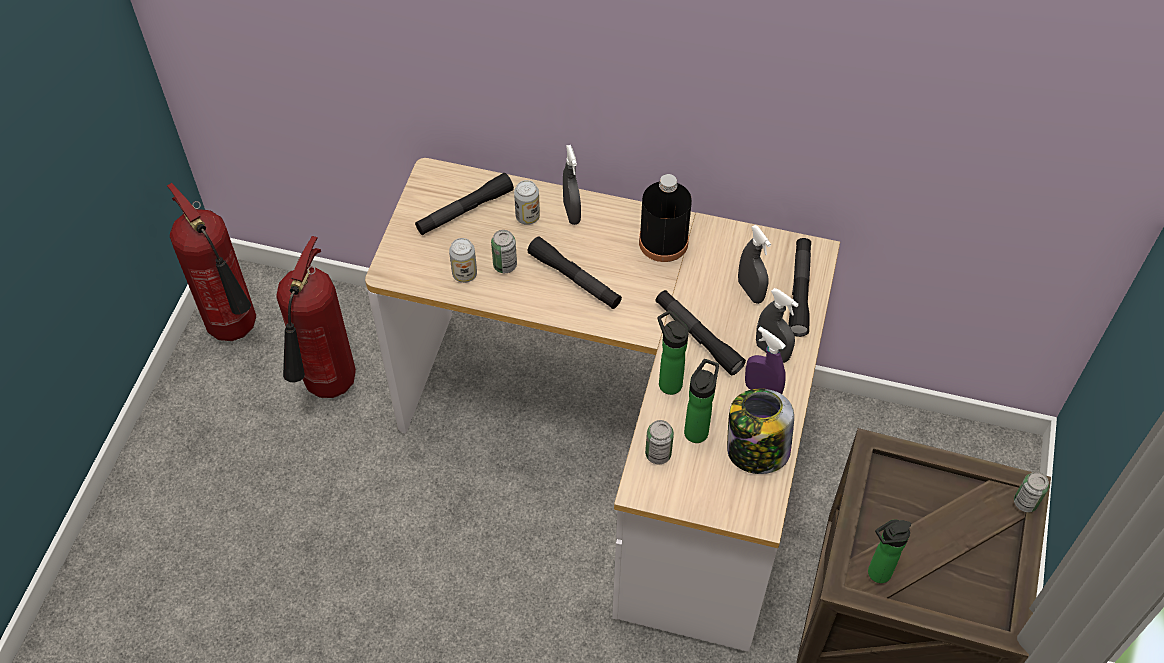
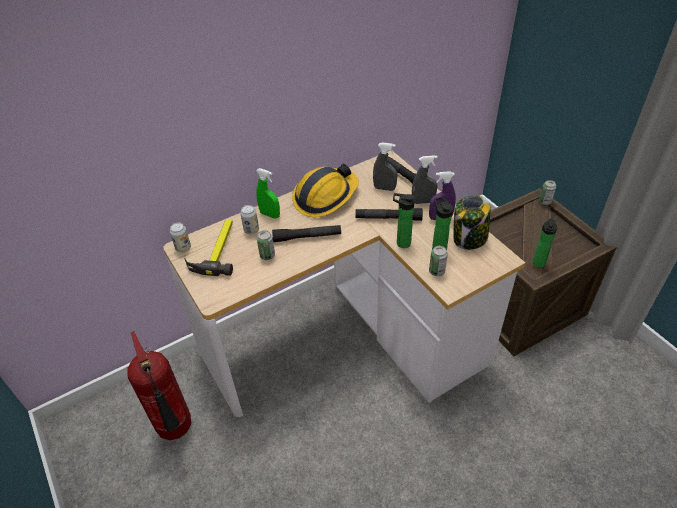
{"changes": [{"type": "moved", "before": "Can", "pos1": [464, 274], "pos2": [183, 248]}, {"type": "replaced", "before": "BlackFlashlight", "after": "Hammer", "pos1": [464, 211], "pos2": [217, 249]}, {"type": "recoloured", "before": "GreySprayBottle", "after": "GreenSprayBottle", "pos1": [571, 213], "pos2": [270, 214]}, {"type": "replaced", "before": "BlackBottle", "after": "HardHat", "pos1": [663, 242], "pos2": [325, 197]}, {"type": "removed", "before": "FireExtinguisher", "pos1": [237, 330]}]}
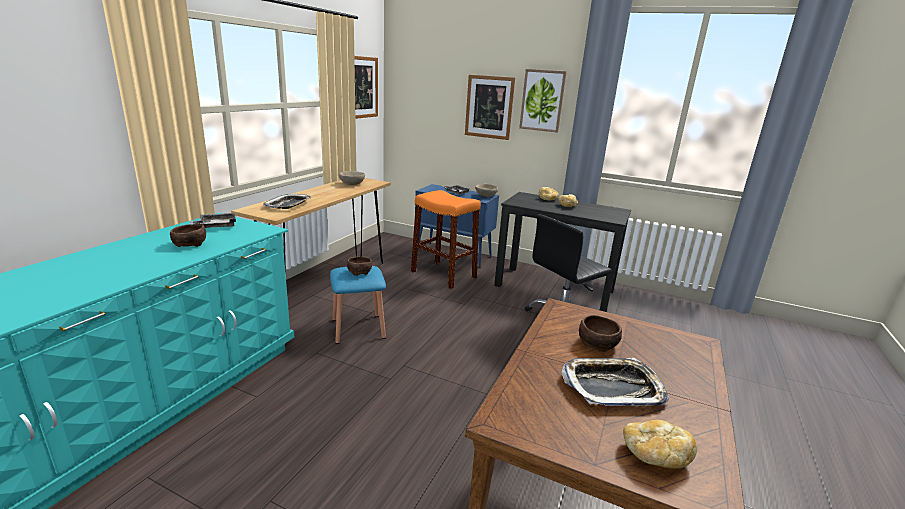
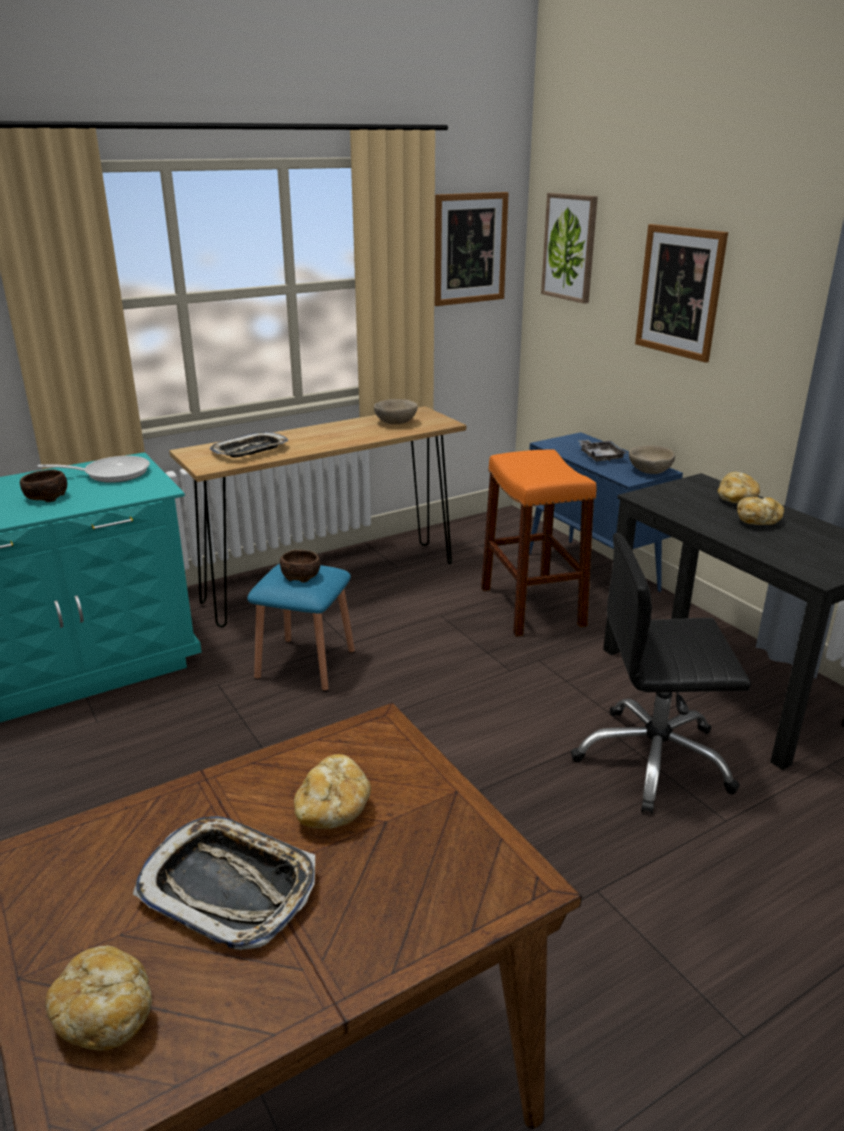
{"changes": [{"type": "replaced", "before": "GreyTray", "after": "FryingPan", "pos1": [216, 226], "pos2": [111, 473]}, {"type": "replaced", "before": "BrownBowl", "after": "Bread", "pos1": [598, 344], "pos2": [333, 810]}, {"type": "moved", "before": "Picture", "pos1": [542, 100], "pos2": [570, 247]}]}
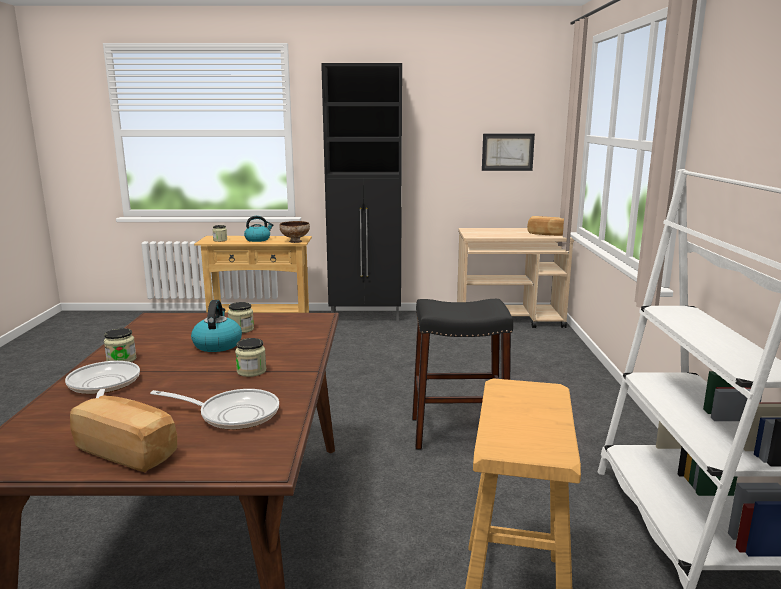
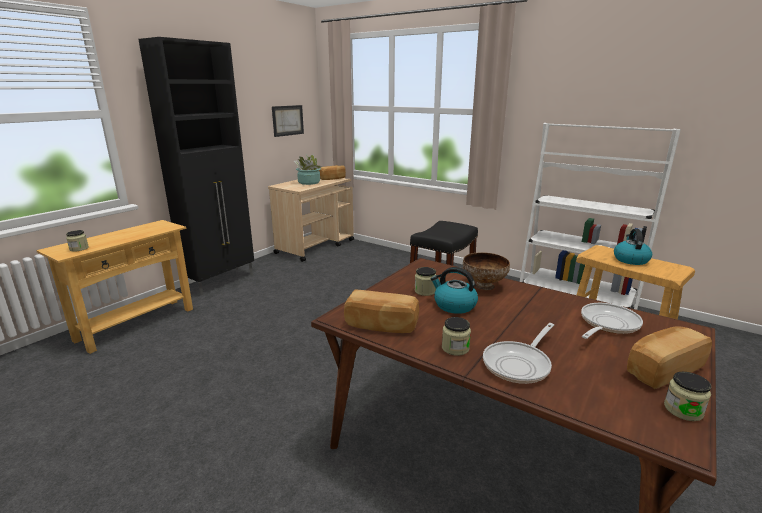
{"changes": [{"type": "added", "after": "PottedPlant", "pos2": [309, 182]}, {"type": "added", "after": "Bread", "pos2": [381, 326]}, {"type": "moved", "before": "Bowl", "pos1": [295, 241], "pos2": [483, 285]}, {"type": "turned", "before": "FryingPan", "pos1": [103, 386], "pos2": [519, 364], "turn": -60}, {"type": "moved", "before": "Kettle", "pos1": [258, 239], "pos2": [630, 259]}, {"type": "moved", "before": "Jar", "pos1": [251, 371], "pos2": [683, 410]}]}
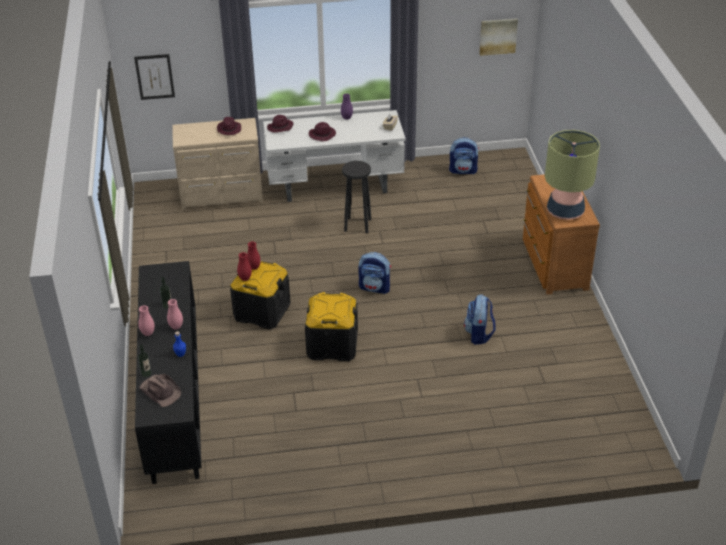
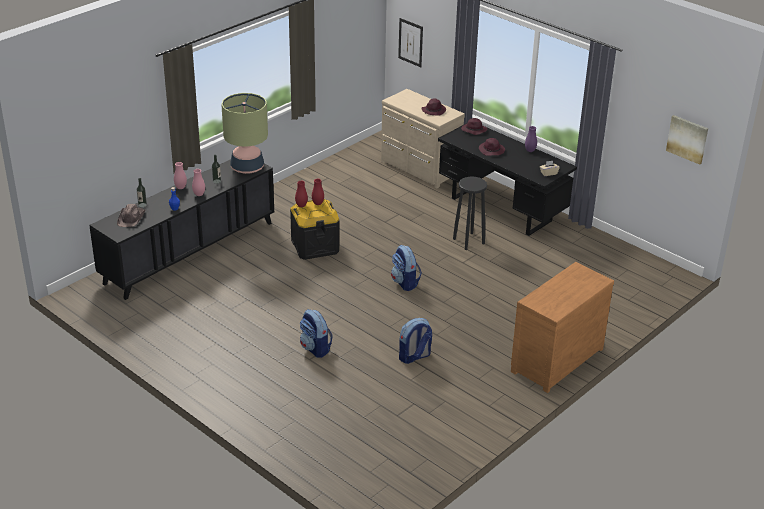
{"changes": [{"type": "moved", "before": "TableLamp", "pos1": [565, 211], "pos2": [247, 168]}, {"type": "moved", "before": "Backpack", "pos1": [463, 170], "pos2": [315, 348]}, {"type": "recoloured", "before": "WhiteDesk", "after": "BlackDesk", "pos1": [335, 186], "pos2": [502, 209]}, {"type": "removed", "before": "BlackStorageBox", "pos1": [332, 345]}]}
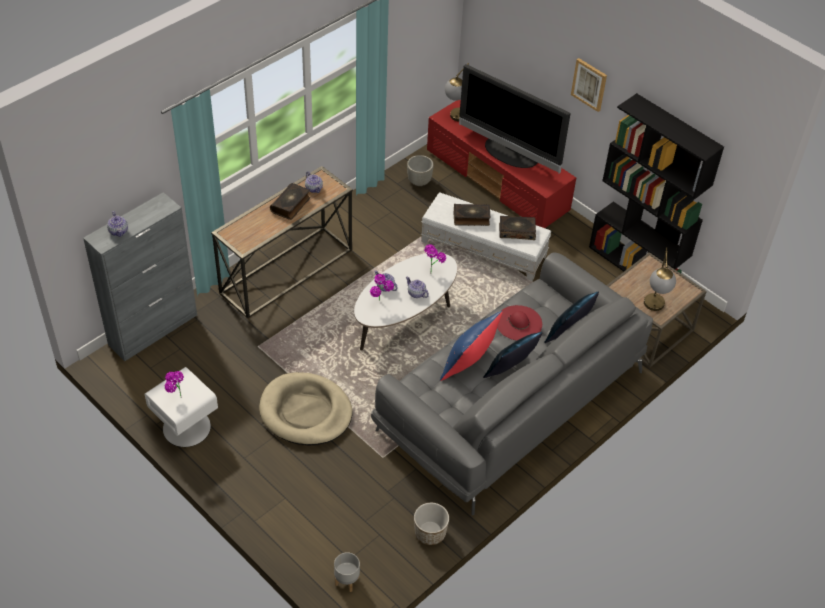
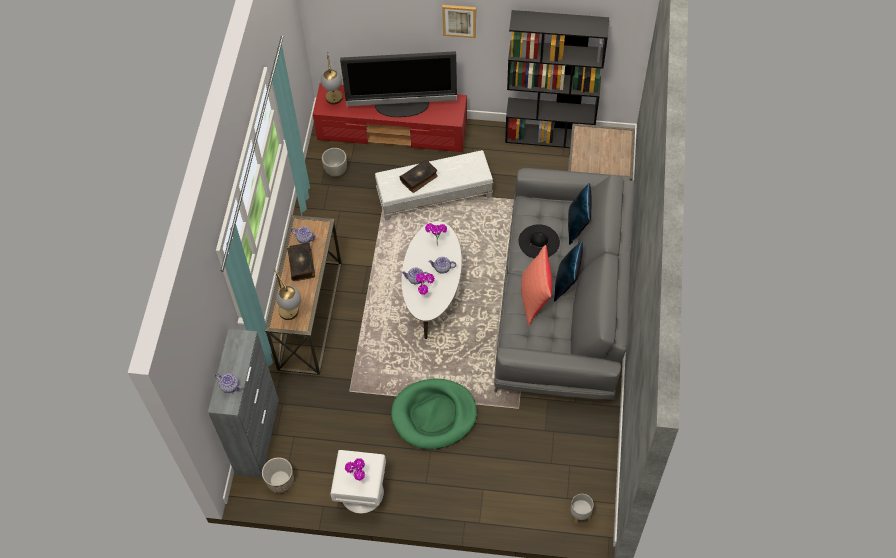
{"changes": [{"type": "moved", "before": "Planter", "pos1": [430, 533], "pos2": [280, 481]}, {"type": "moved", "before": "TableLamp", "pos1": [654, 309], "pos2": [292, 317]}, {"type": "recoloured", "before": "BeigeDogBed", "after": "GreenDogBed", "pos1": [305, 412], "pos2": [434, 415]}, {"type": "recoloured", "before": "RedHat", "after": "BlackHat", "pos1": [519, 323], "pos2": [539, 241]}, {"type": "recoloured", "before": "BluePillow", "after": "RedPillow", "pos1": [469, 364], "pos2": [535, 298]}, {"type": "removed", "before": "Book", "pos1": [517, 231]}]}
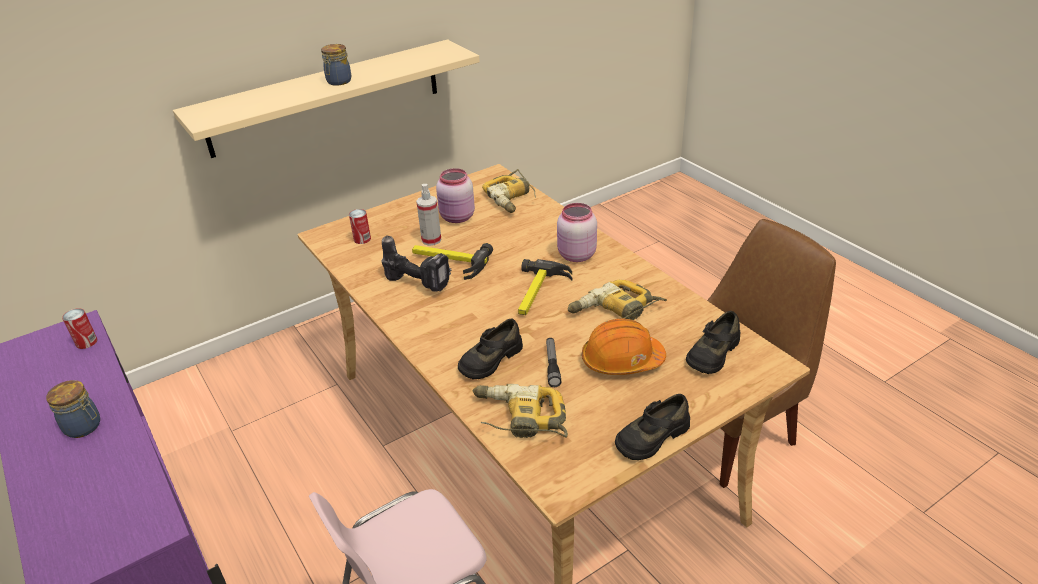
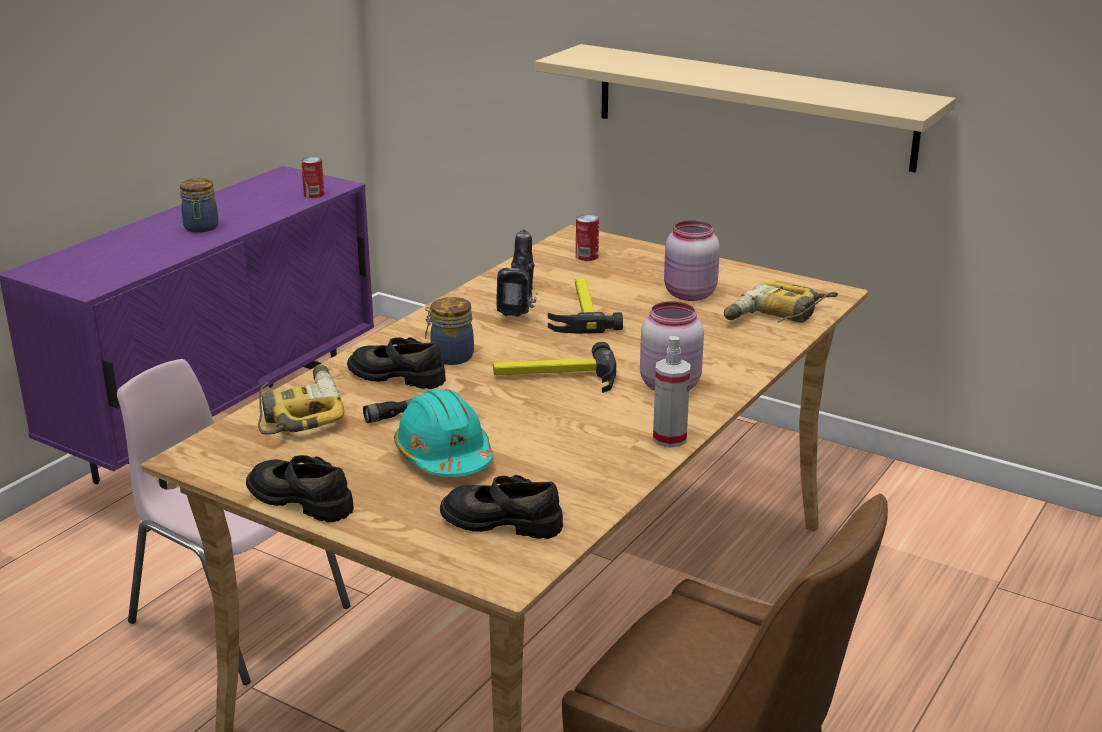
{"changes": [{"type": "recoloured", "before": "OrangeHardHat", "after": "TurquoiseHardHat", "pos1": [621, 361], "pos2": [444, 456]}, {"type": "moved", "before": "Jar", "pos1": [338, 82], "pos2": [450, 357]}, {"type": "moved", "before": "SprayBottle", "pos1": [431, 240], "pos2": [669, 438]}, {"type": "removed", "before": "PowerDrill", "pos1": [615, 312]}]}
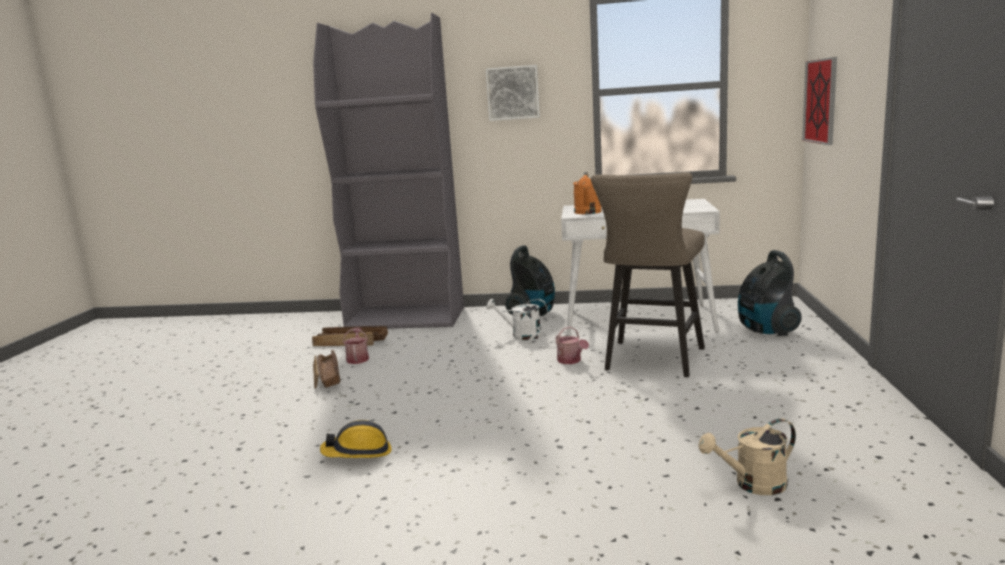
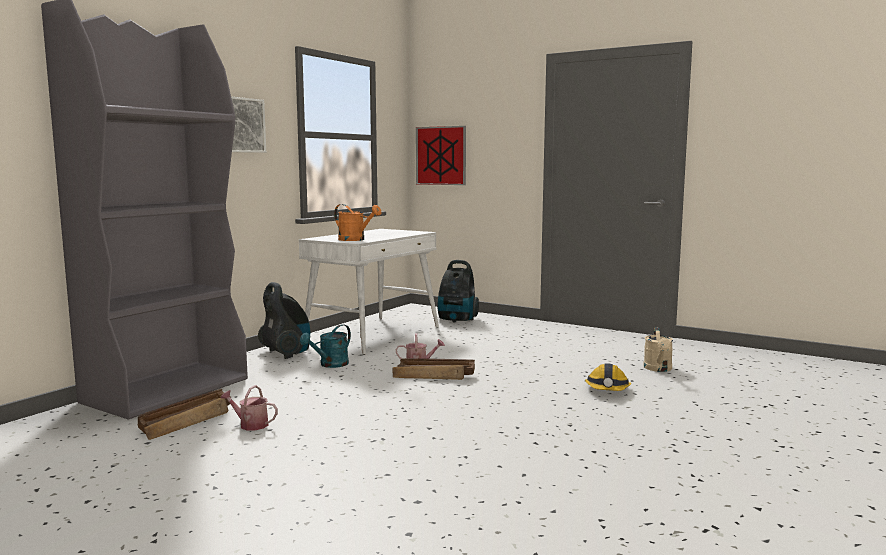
{"changes": [{"type": "recoloured", "before": "WhiteWateringCan", "after": "TurquoiseWateringCan", "pos1": [521, 335], "pos2": [330, 365]}, {"type": "moved", "before": "Crate", "pos1": [326, 377], "pos2": [434, 376]}, {"type": "moved", "before": "HardHat", "pos1": [358, 453], "pos2": [607, 390]}, {"type": "removed", "before": "BeigeStool", "pos1": [651, 361]}]}
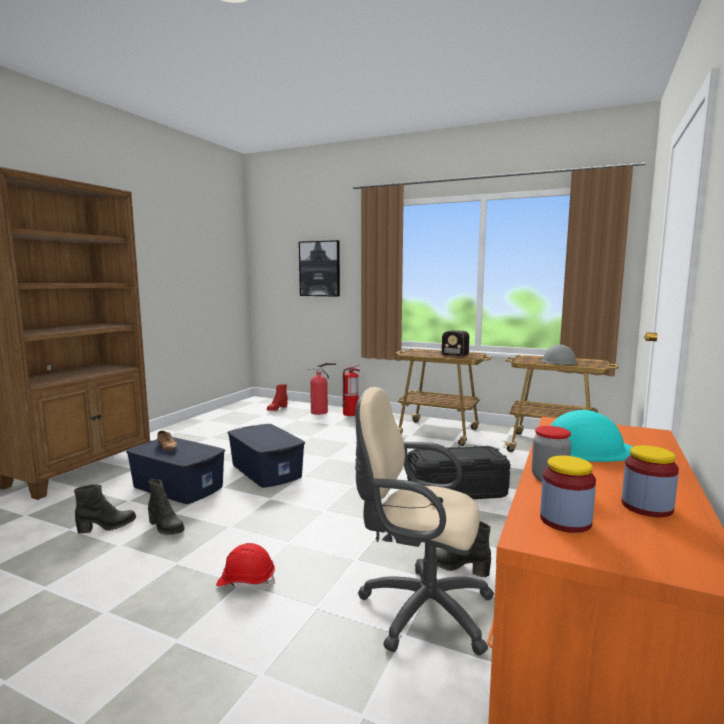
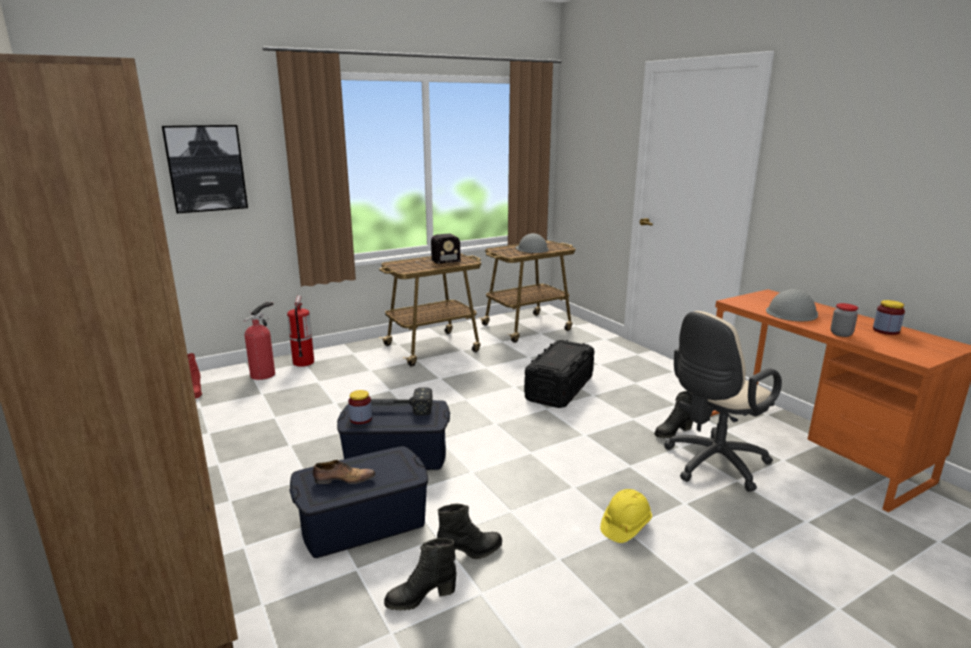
{"changes": [{"type": "moved", "before": "Jar", "pos1": [565, 521], "pos2": [361, 419]}, {"type": "added", "after": "Hammer", "pos2": [399, 409]}, {"type": "turned", "before": "BlackBoot", "pos1": [107, 527], "pos2": [420, 597], "turn": -120}, {"type": "recoloured", "before": "RedHardHat", "after": "YellowHardHat", "pos1": [246, 582], "pos2": [625, 526]}, {"type": "recoloured", "before": "TurquoiseHardHat", "after": "GreyHardHat", "pos1": [586, 448], "pos2": [792, 312]}]}
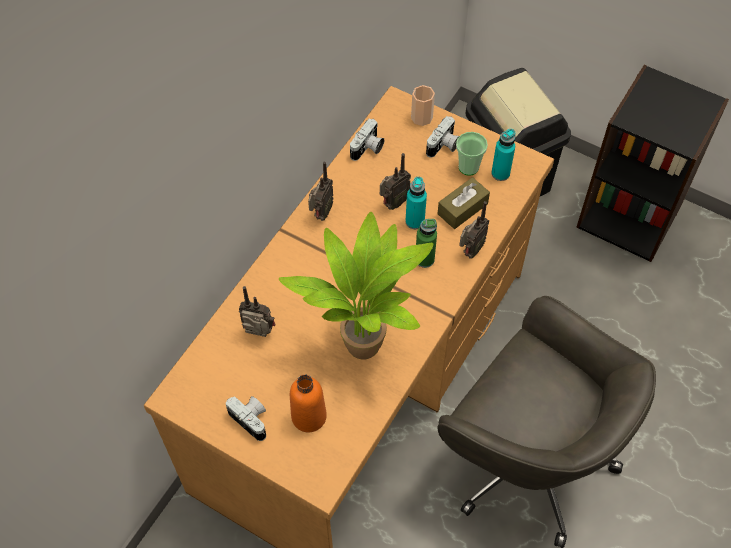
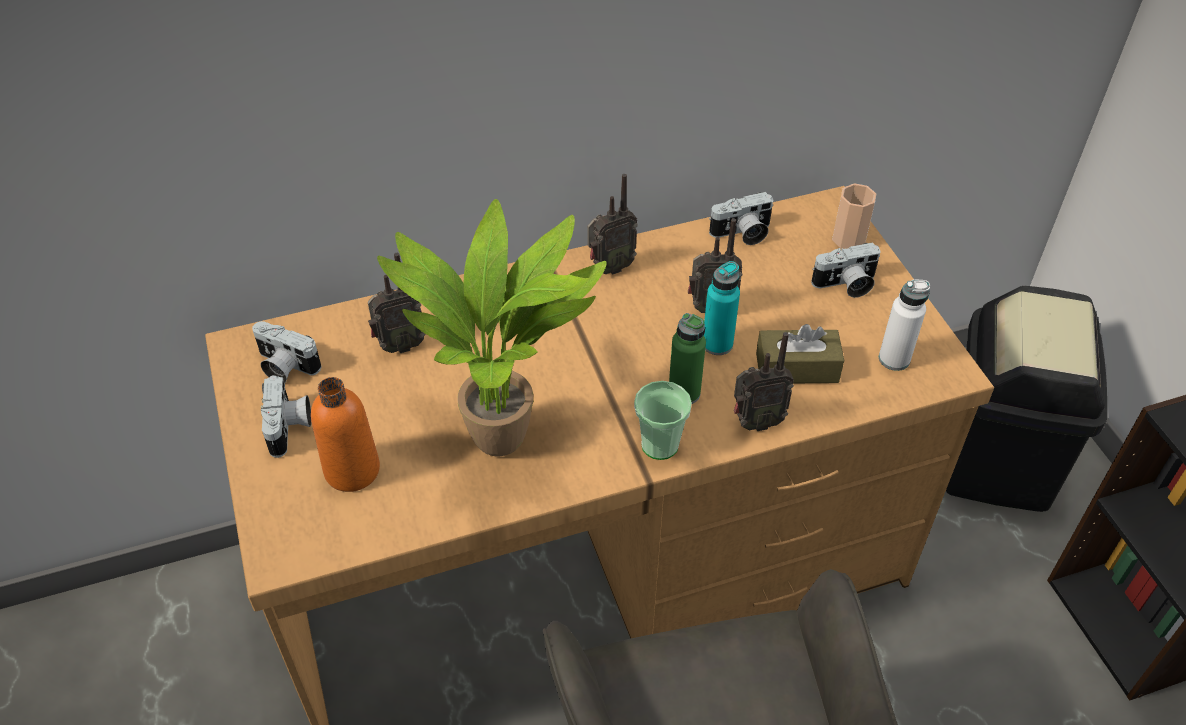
{"changes": [{"type": "added", "after": "PhotoCamera", "pos2": [284, 366]}, {"type": "turned", "before": "Radio", "pos1": [259, 334], "pos2": [399, 345], "turn": 105}, {"type": "moved", "before": "Cup", "pos1": [468, 167], "pos2": [659, 445]}, {"type": "recoloured", "before": "TurquoiseBottle", "after": "WhiteBottle", "pos1": [500, 173], "pos2": [894, 359]}]}
